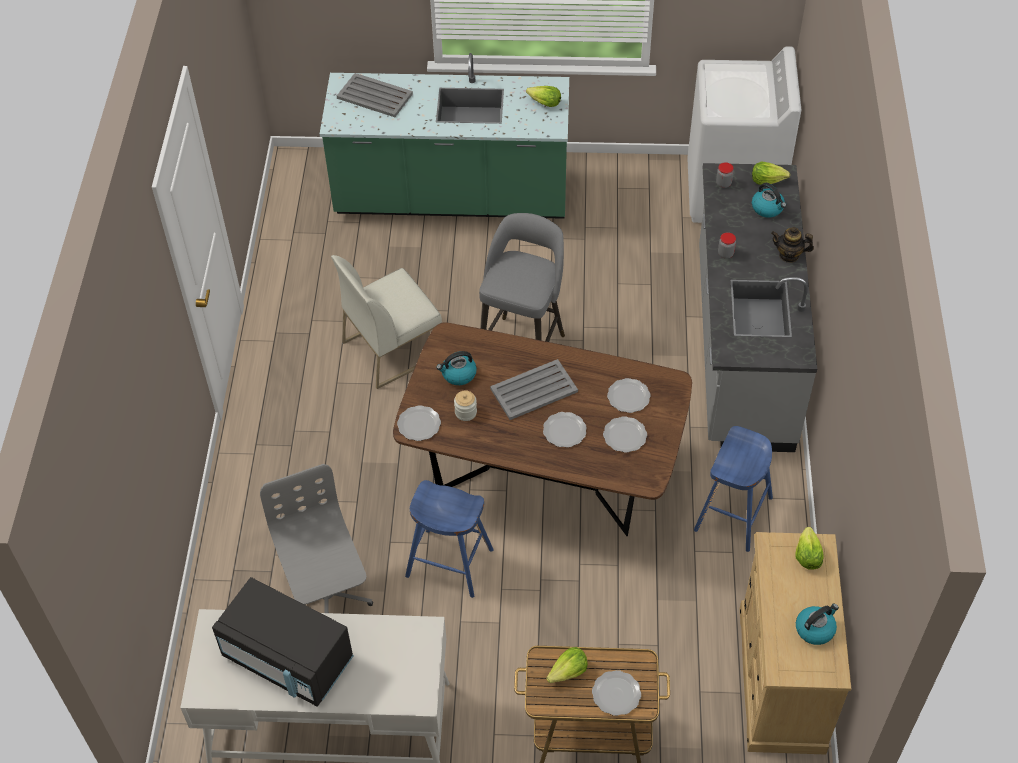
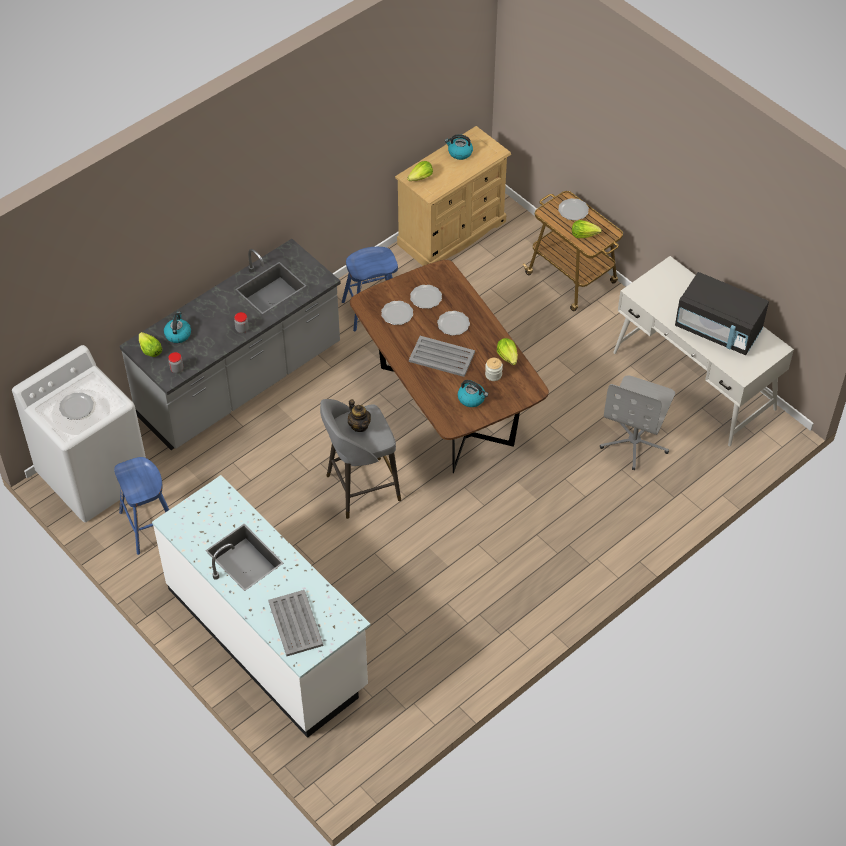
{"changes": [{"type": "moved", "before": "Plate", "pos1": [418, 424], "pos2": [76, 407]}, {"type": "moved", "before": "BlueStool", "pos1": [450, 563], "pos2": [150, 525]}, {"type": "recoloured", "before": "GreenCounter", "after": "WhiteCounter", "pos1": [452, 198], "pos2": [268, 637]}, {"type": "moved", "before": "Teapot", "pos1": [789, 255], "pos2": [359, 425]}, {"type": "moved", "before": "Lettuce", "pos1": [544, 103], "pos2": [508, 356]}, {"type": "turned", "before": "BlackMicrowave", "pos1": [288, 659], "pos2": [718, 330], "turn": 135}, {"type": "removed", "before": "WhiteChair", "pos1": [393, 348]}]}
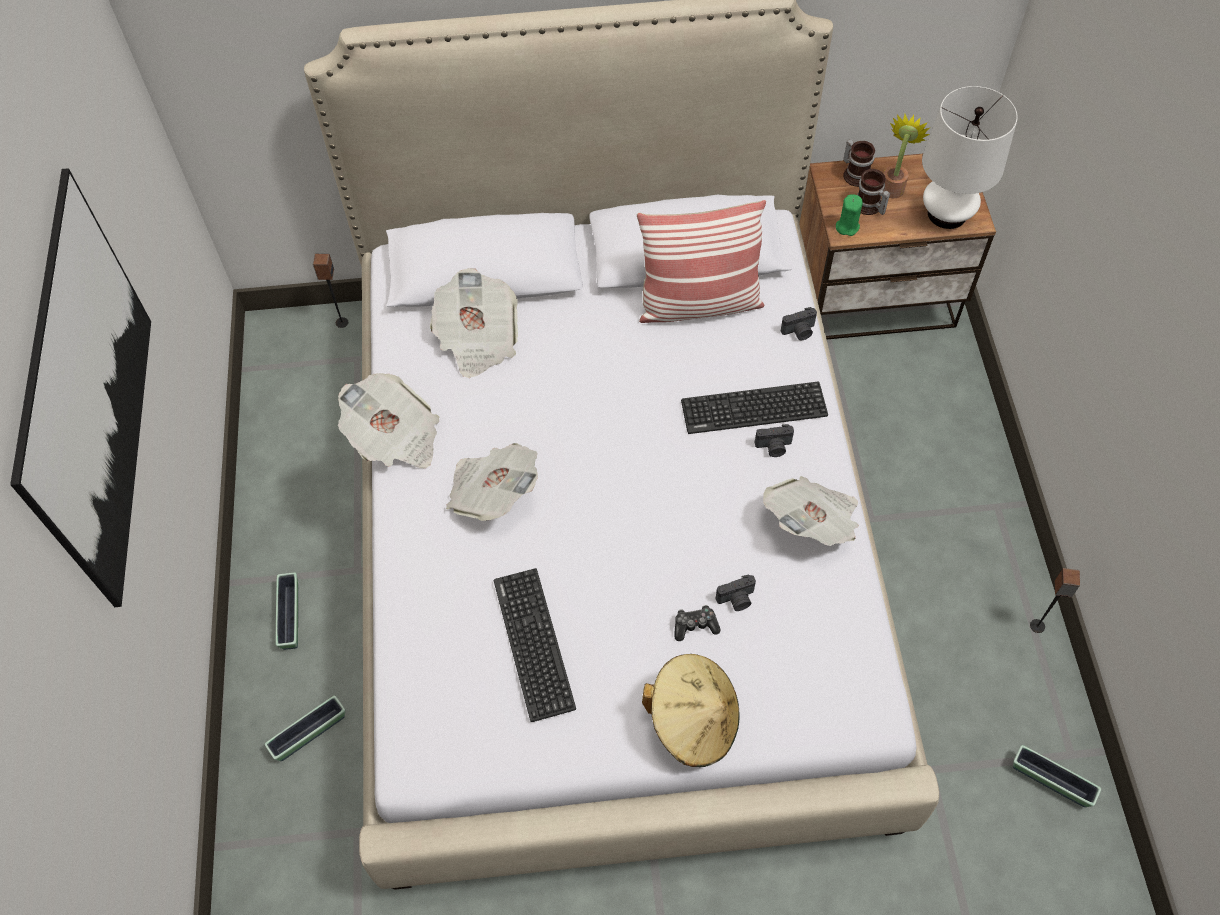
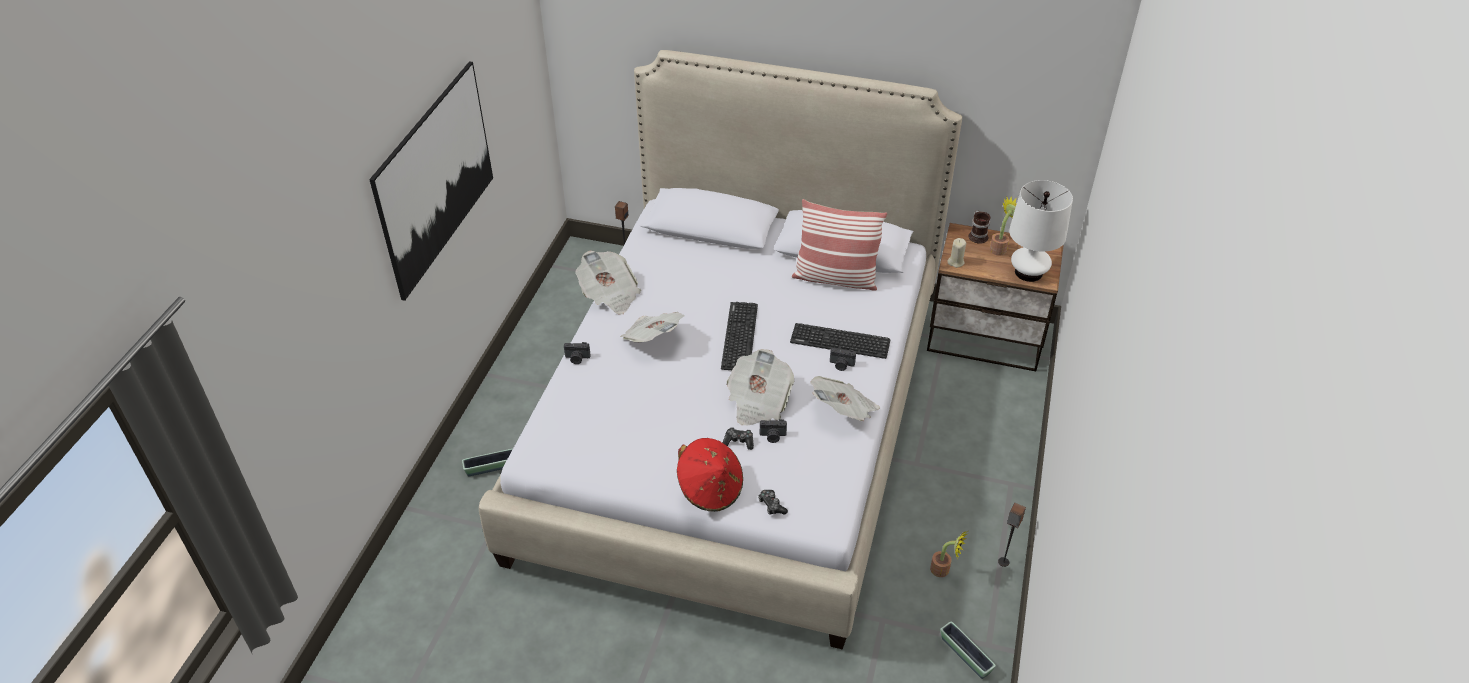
{"changes": [{"type": "moved", "before": "PhotoCamera", "pos1": [799, 332], "pos2": [577, 358]}, {"type": "recoloured", "before": "BeigeHat", "after": "RedHat", "pos1": [693, 721], "pos2": [710, 489]}, {"type": "moved", "before": "Keyboard", "pos1": [533, 643], "pos2": [739, 336]}, {"type": "moved", "before": "Newspaper", "pos1": [477, 339], "pos2": [758, 402]}, {"type": "added", "after": "GameController", "pos2": [771, 505]}, {"type": "added", "after": "PottedPlant", "pos2": [943, 570]}, {"type": "recoloured", "before": "GreenCandle", "after": "BeigeCandle", "pos1": [847, 226], "pos2": [955, 262]}, {"type": "removed", "before": "Planter", "pos1": [290, 616]}, {"type": "removed", "before": "Mug", "pos1": [868, 207]}]}
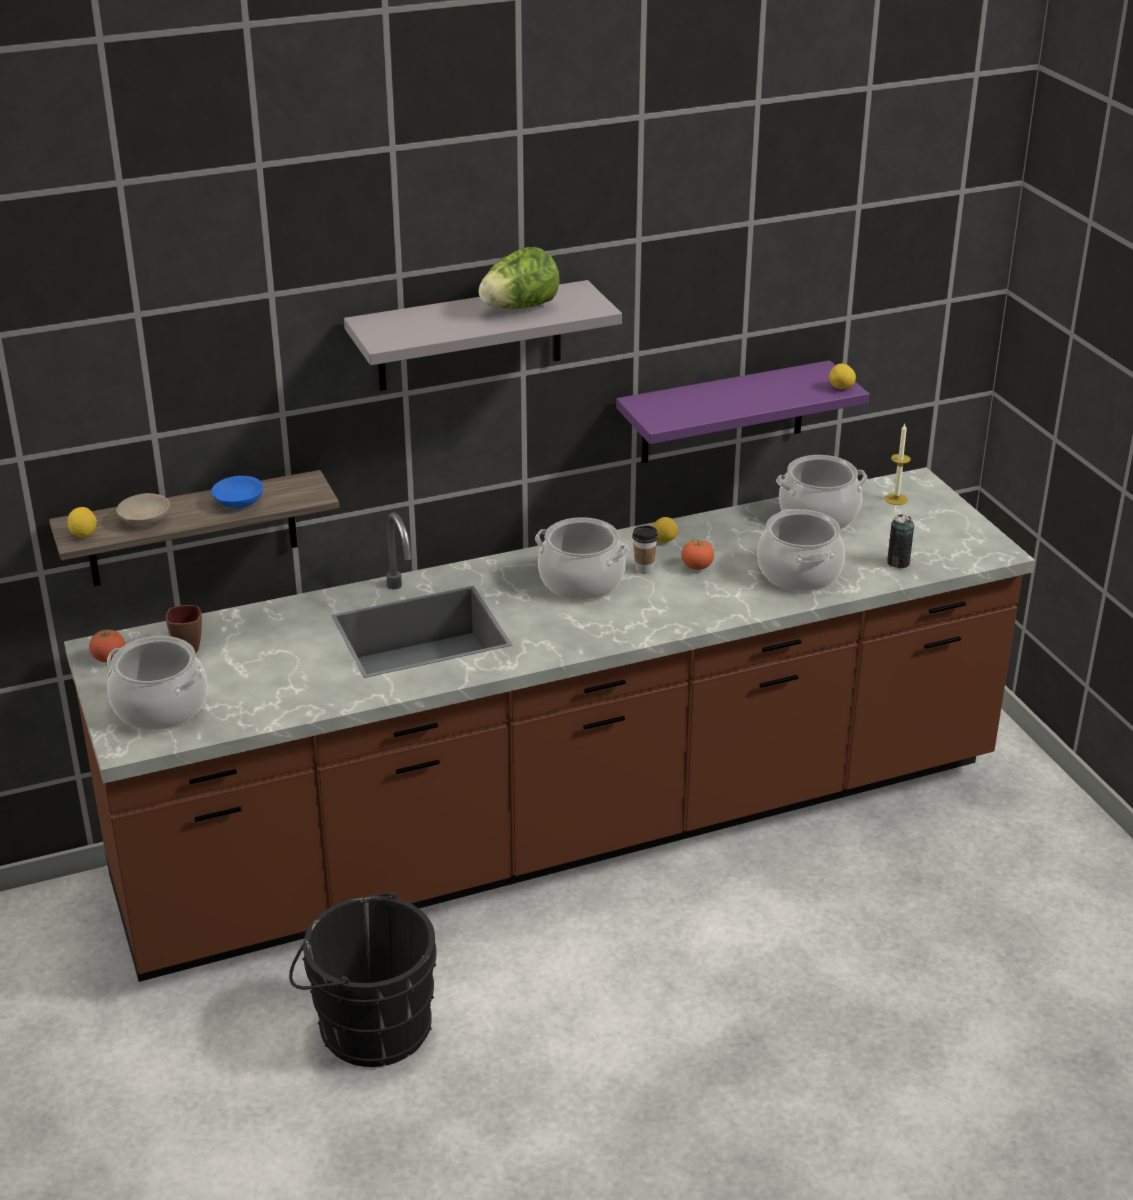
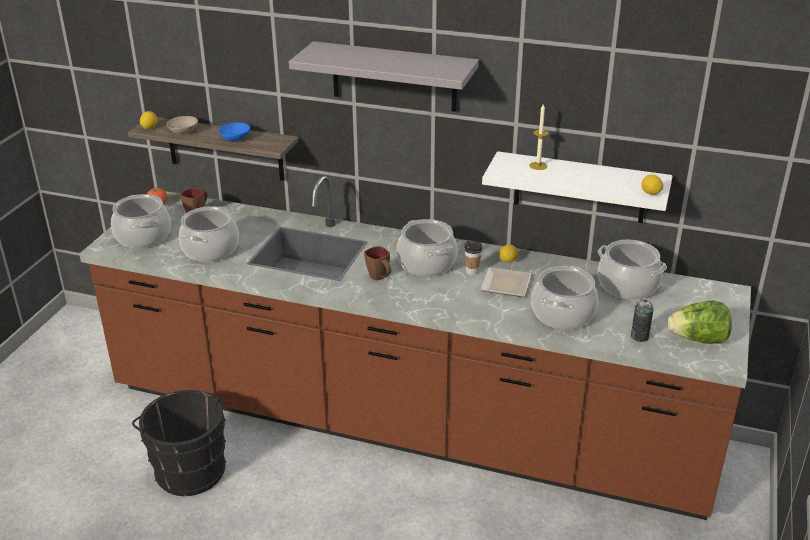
{"changes": [{"type": "added", "after": "CookingPot", "pos2": [211, 250]}, {"type": "added", "after": "BrownMug", "pos2": [380, 278]}, {"type": "replaced", "before": "Tomato", "after": "Plate", "pos1": [697, 567], "pos2": [504, 284]}, {"type": "recoloured", "before": "PurpleShelf", "after": "WhiteShelf", "pos1": [723, 413], "pos2": [580, 188]}, {"type": "moved", "before": "Candle", "pos1": [896, 499], "pos2": [538, 166]}, {"type": "moved", "before": "Lettuce", "pos1": [519, 308], "pos2": [698, 339]}]}
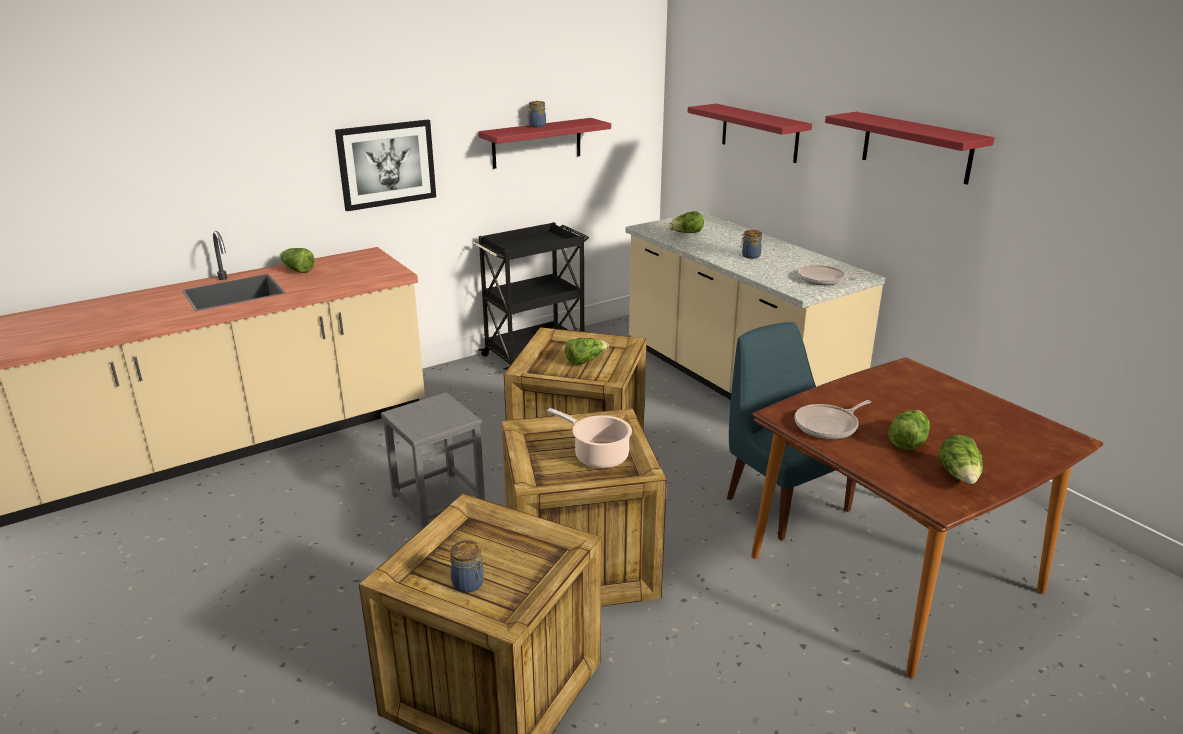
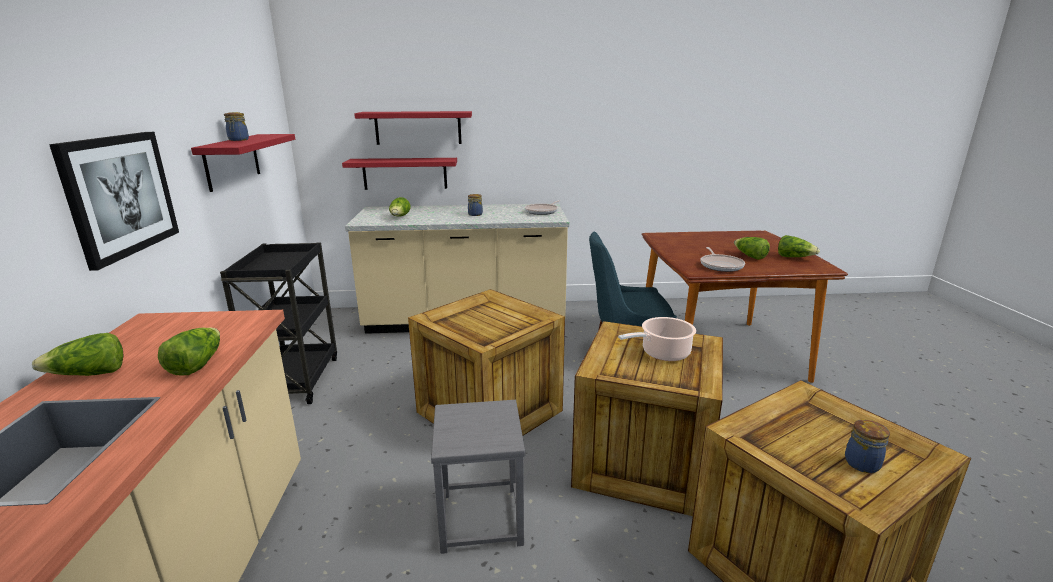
{"changes": [{"type": "moved", "before": "Lettuce", "pos1": [585, 361], "pos2": [196, 364]}, {"type": "moved", "before": "RedShelf", "pos1": [916, 147], "pos2": [405, 173]}]}
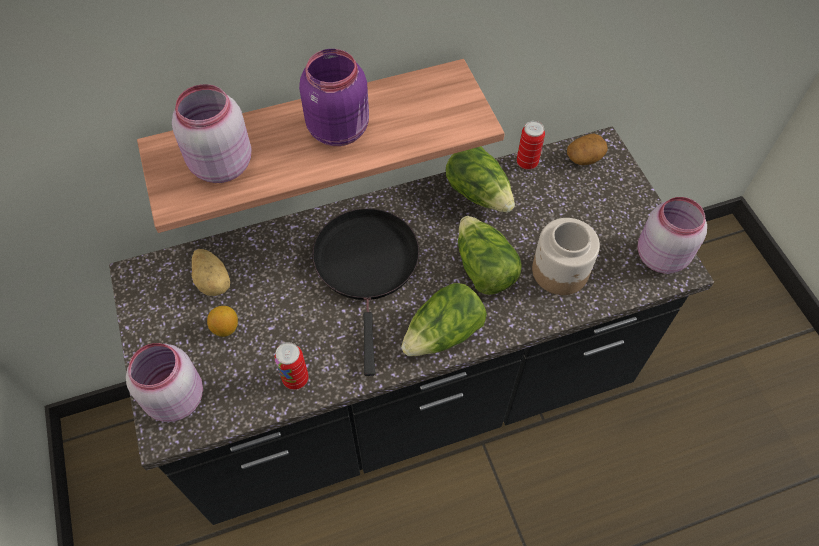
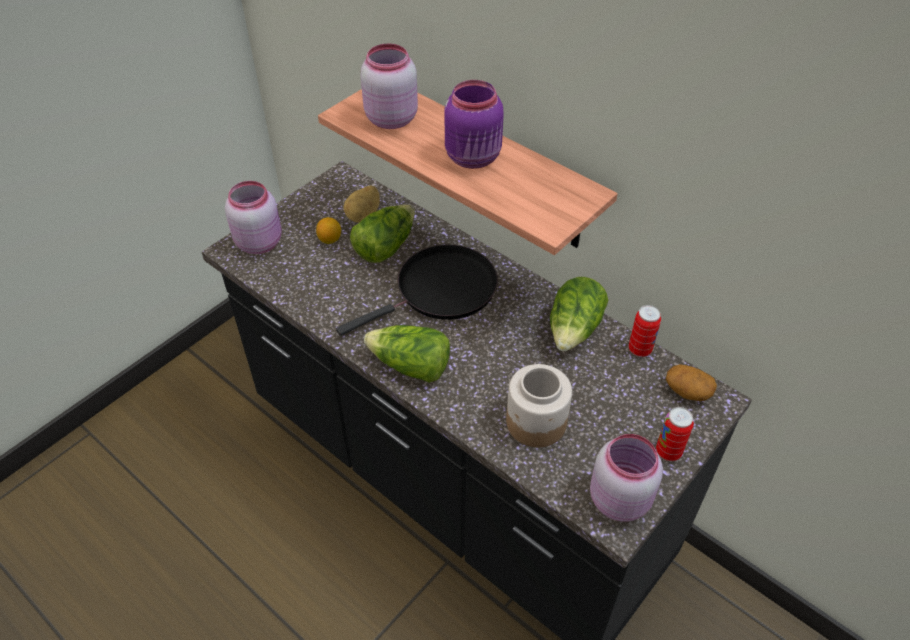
{"changes": [{"type": "moved", "before": "Lettuce", "pos1": [483, 268], "pos2": [385, 246]}, {"type": "moved", "before": "Can", "pos1": [295, 379], "pos2": [668, 451]}]}
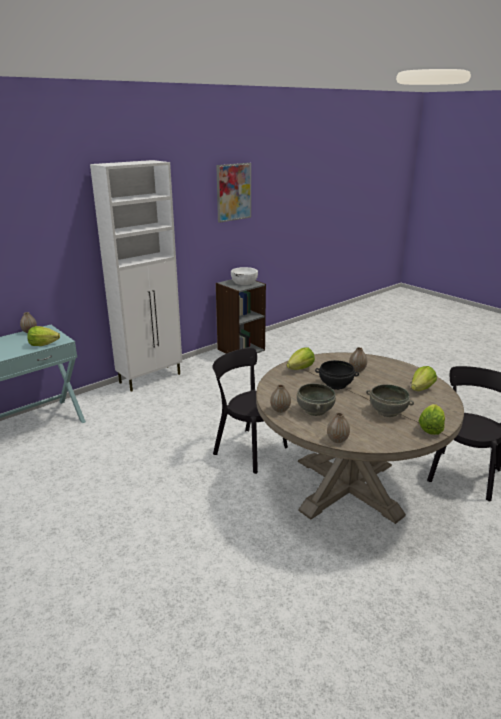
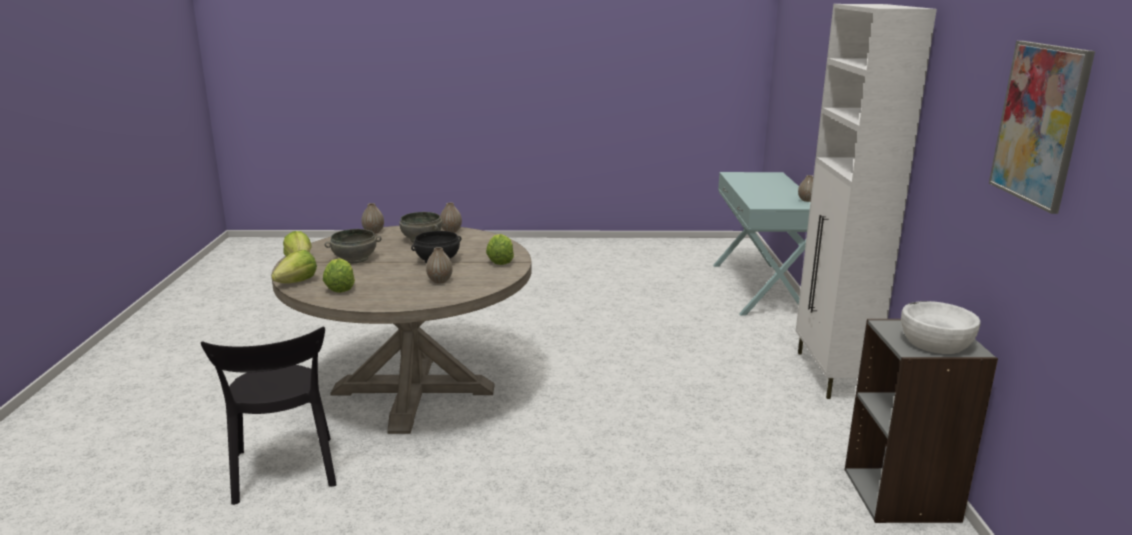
{"changes": [{"type": "moved", "before": "Lettuce", "pos1": [43, 344], "pos2": [297, 282]}, {"type": "removed", "before": "BlackChair", "pos1": [247, 449]}]}
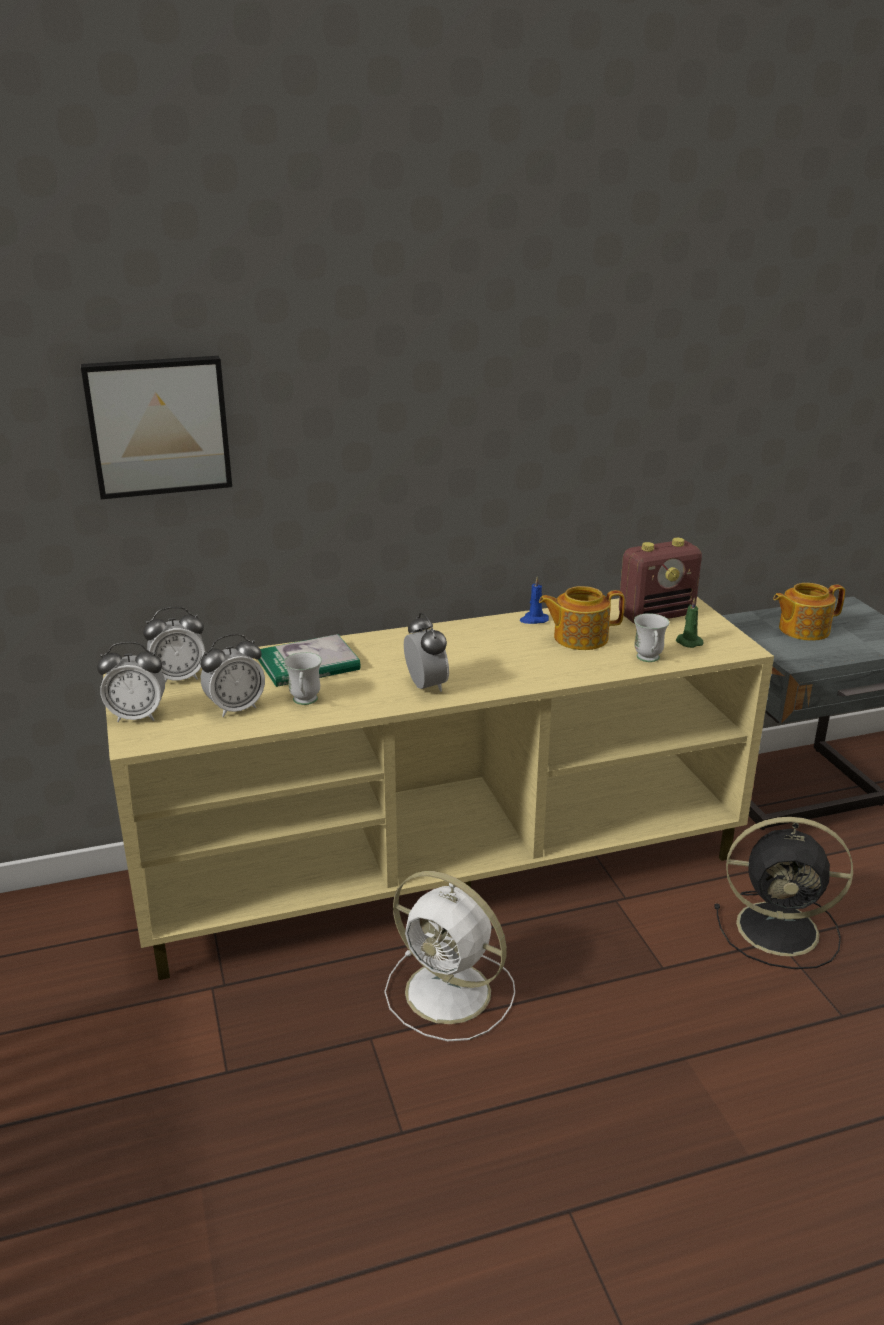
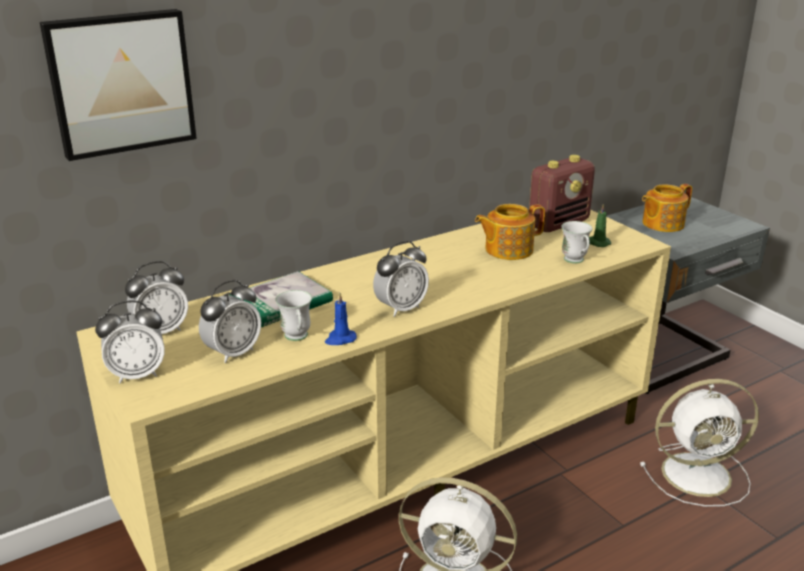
{"changes": [{"type": "moved", "before": "BlueCandle", "pos1": [533, 620], "pos2": [340, 339]}, {"type": "turned", "before": "AlarmClock", "pos1": [426, 686], "pos2": [401, 308], "turn": 90}, {"type": "recoloured", "before": "BlackFan", "after": "WhiteFan", "pos1": [781, 929], "pos2": [699, 474]}]}
